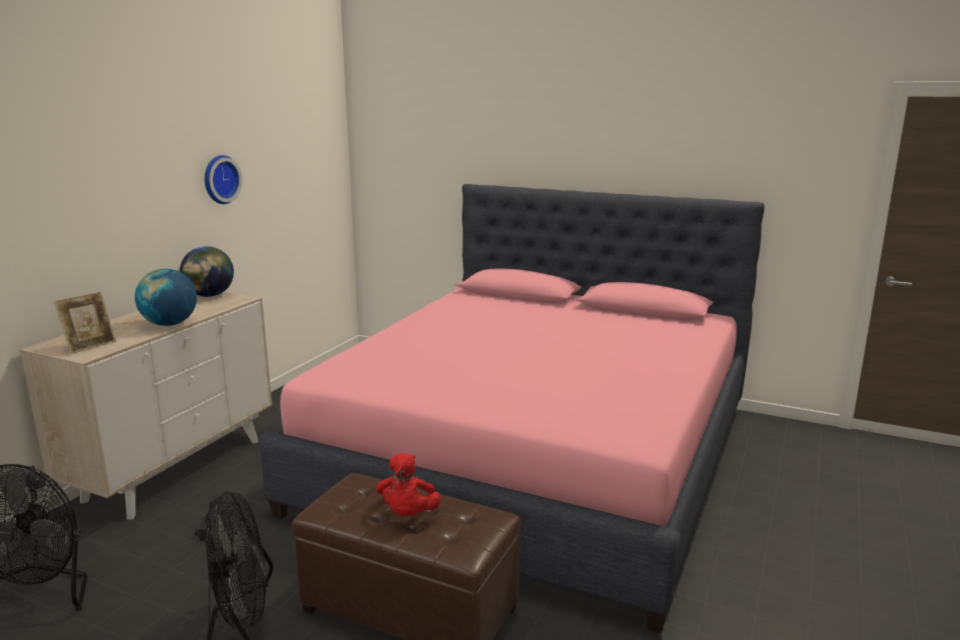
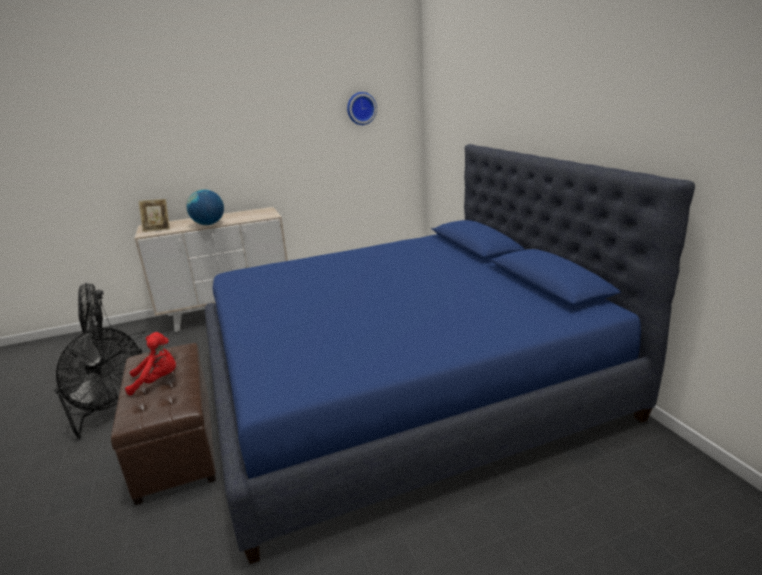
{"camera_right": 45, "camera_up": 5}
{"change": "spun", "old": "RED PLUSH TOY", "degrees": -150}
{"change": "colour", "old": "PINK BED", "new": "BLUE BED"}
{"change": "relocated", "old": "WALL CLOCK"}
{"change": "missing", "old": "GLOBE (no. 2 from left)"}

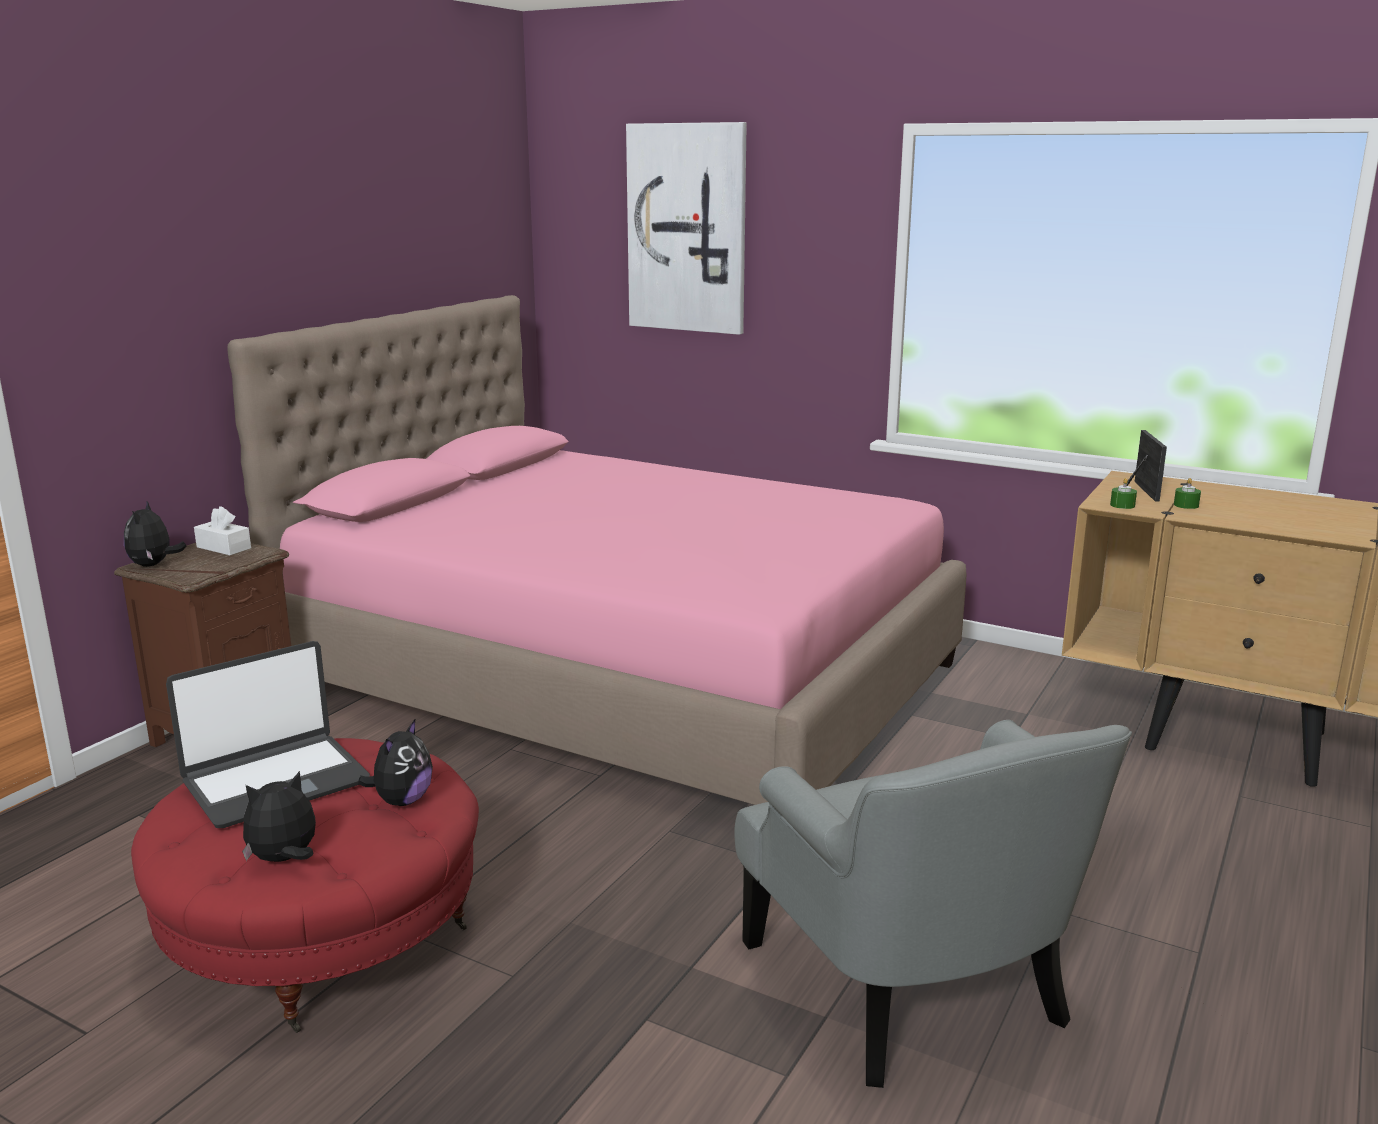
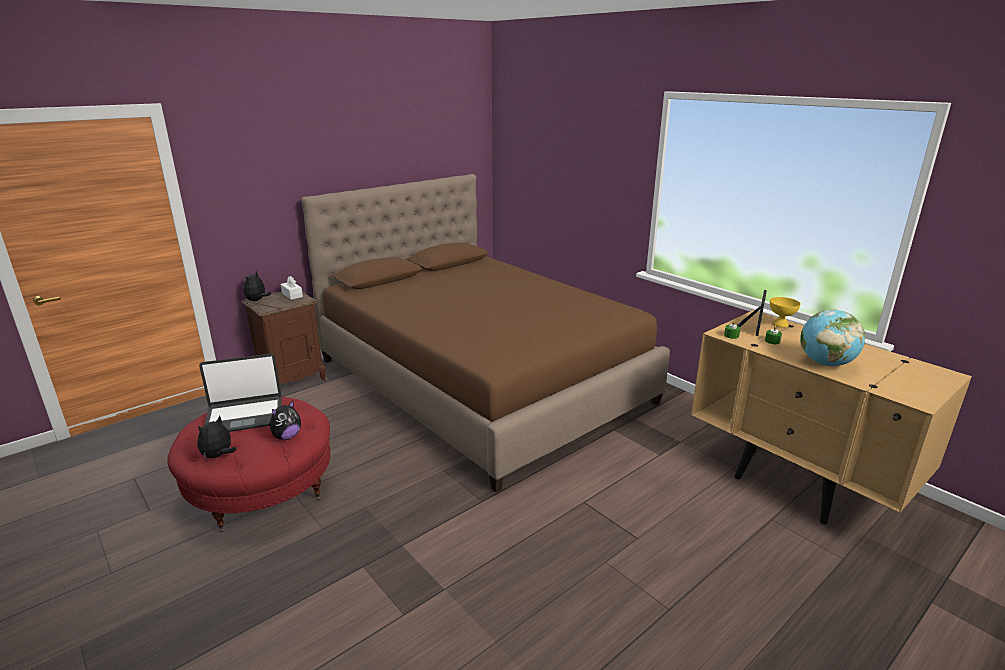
{"camera_right": 20, "camera_up": 5}
{"change": "spun", "old": "PLUSH TOY (no. 2 from left in the first image)", "degrees": -45}
{"change": "colour", "old": "PINK BED", "new": "BROWN BED"}
{"change": "appeared", "new": "YELLOW BOWL"}
{"change": "appeared", "new": "GLOBE"}
{"change": "missing", "old": "PICTURE"}
{"change": "missing", "old": "GREY ARMCHAIR"}

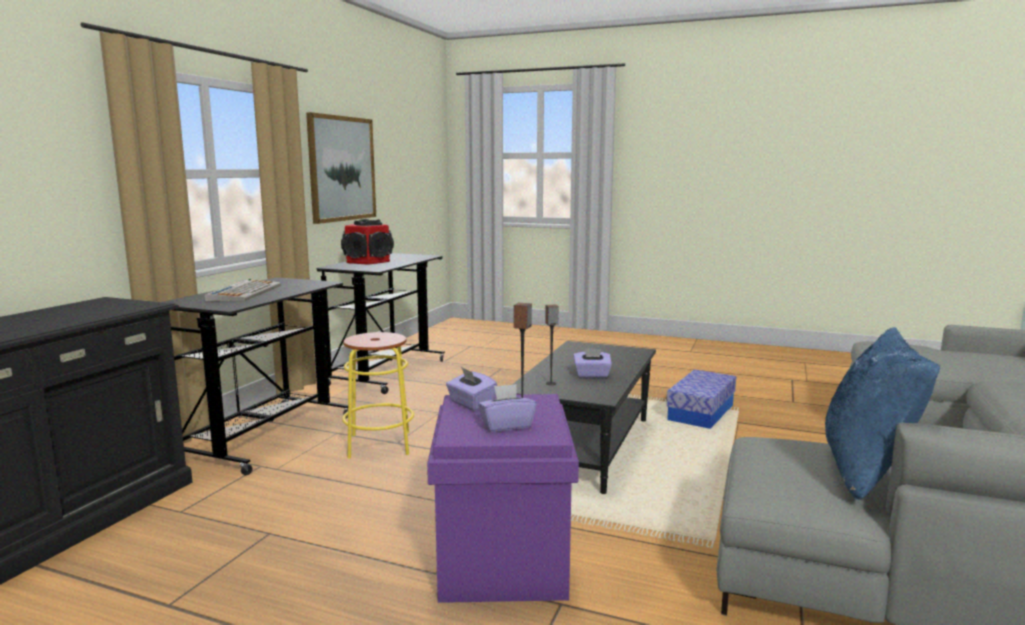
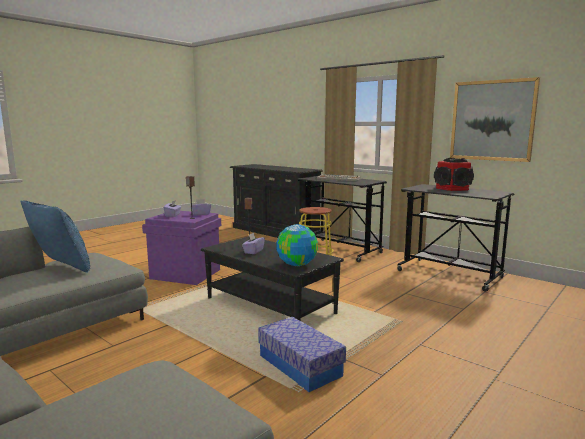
{"camera_right": 110, "camera_up": 0}
{"change": "appeared", "new": "GLOBE"}

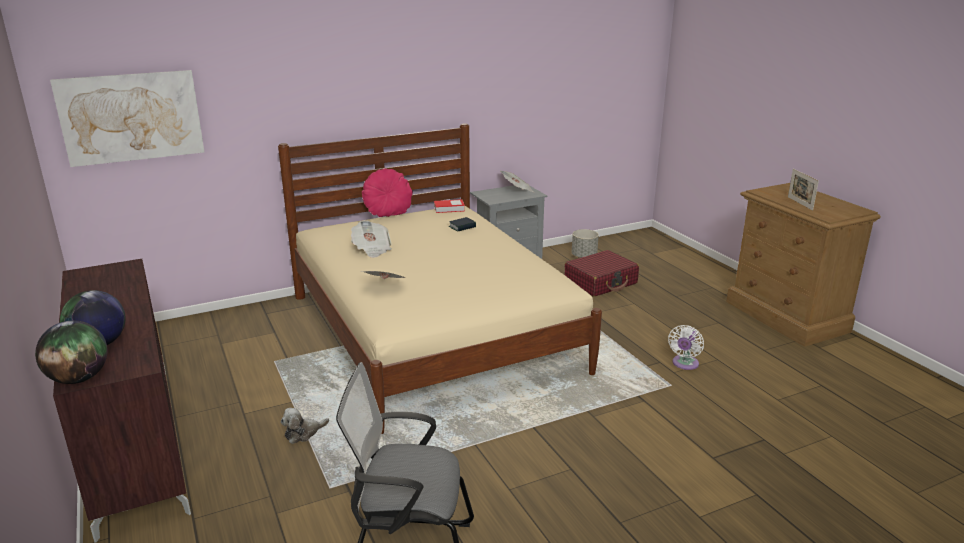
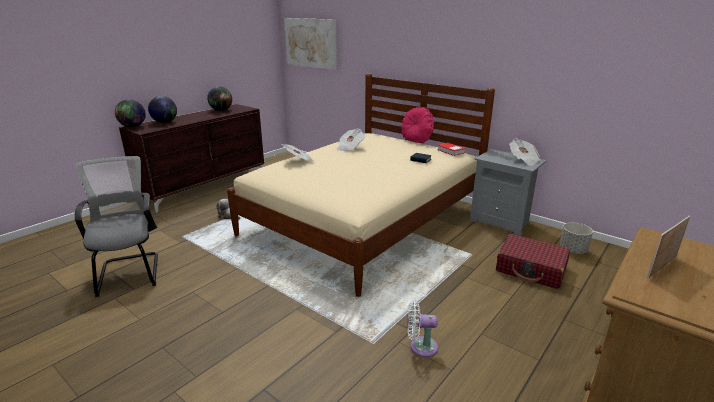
{"camera_right": 65, "camera_up": 0}
{"change": "appeared", "new": "GLOBE (no. 3 from left)"}

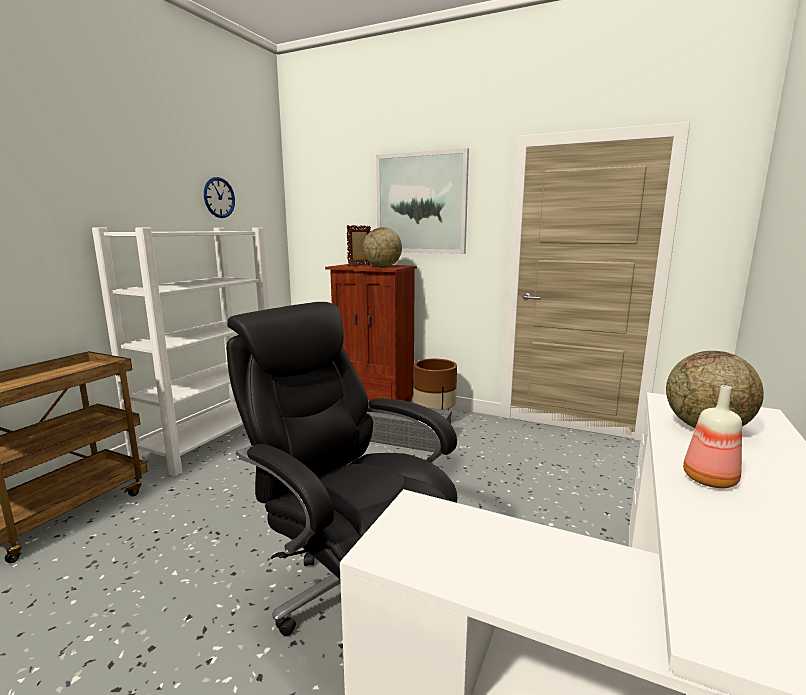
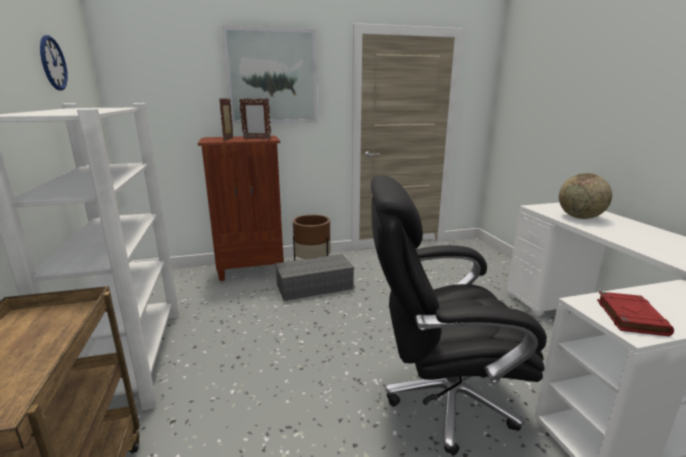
{"camera_right": -40, "camera_up": 5}
{"change": "exchanged", "old": "GLOBE (no. 1 from left)", "new": "PICTURE FRAME (no. 2 from left)"}
{"change": "appeared", "new": "RED BOOK"}
{"change": "missing", "old": "BOTTLE"}

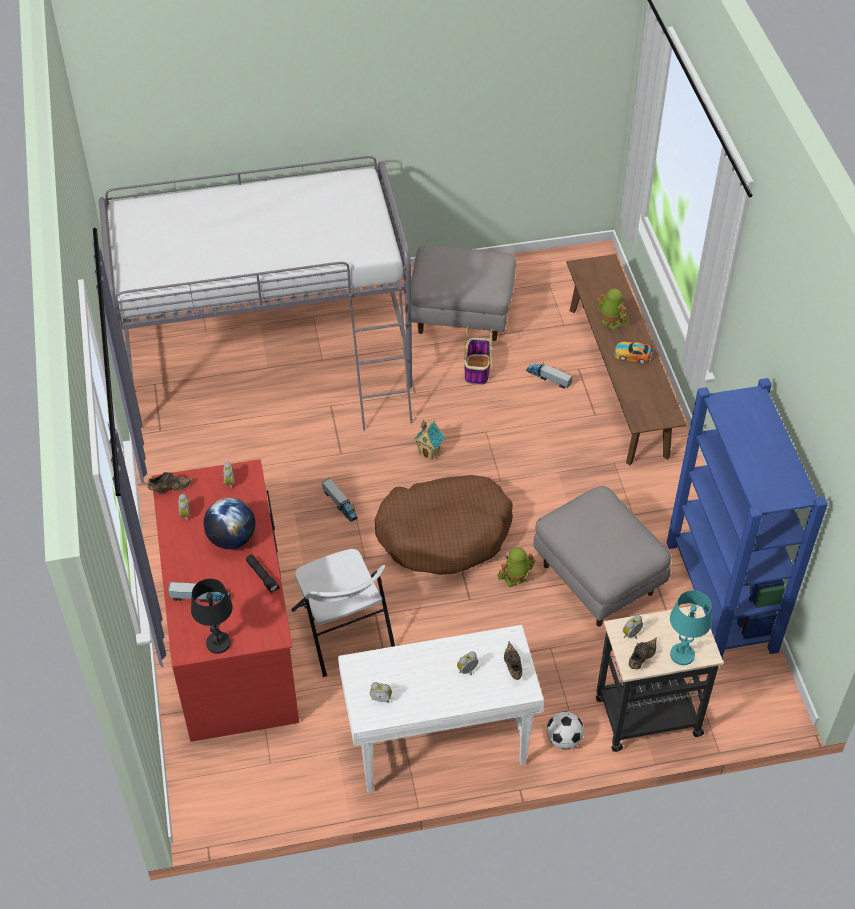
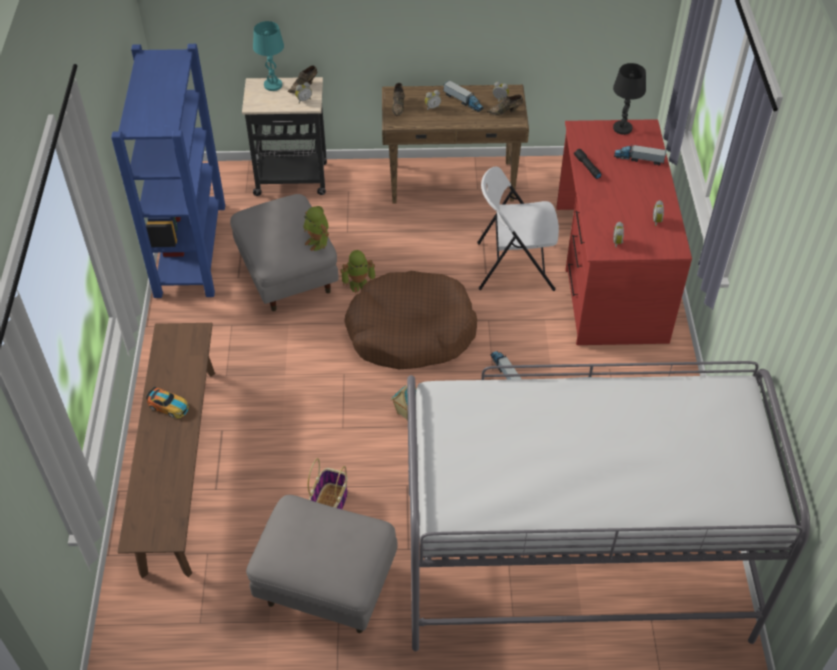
{"camera_right": -170, "camera_up": 0}
{"change": "relocated", "old": "TOY ROBOT (no. 2 from left in the first image)", "new": "TOY ROBOT (no. 1 from left)"}
{"change": "colour", "old": "WHITE CONSOLE TABLE", "new": "BROWN CONSOLE TABLE"}
{"change": "relocated", "old": "TOY TRUCK (no. 3 from left in the first image)", "new": "TOY TRUCK (no. 1 from left)"}
{"change": "spun", "old": "WHITE CHAIR", "degrees": -75}
{"change": "relocated", "old": "BROWN SHOE (no. 1 from left in the first image)", "new": "BROWN SHOE (no. 3 from left)"}
{"change": "missing", "old": "GLOBE"}
{"change": "missing", "old": "FOOTBALL"}

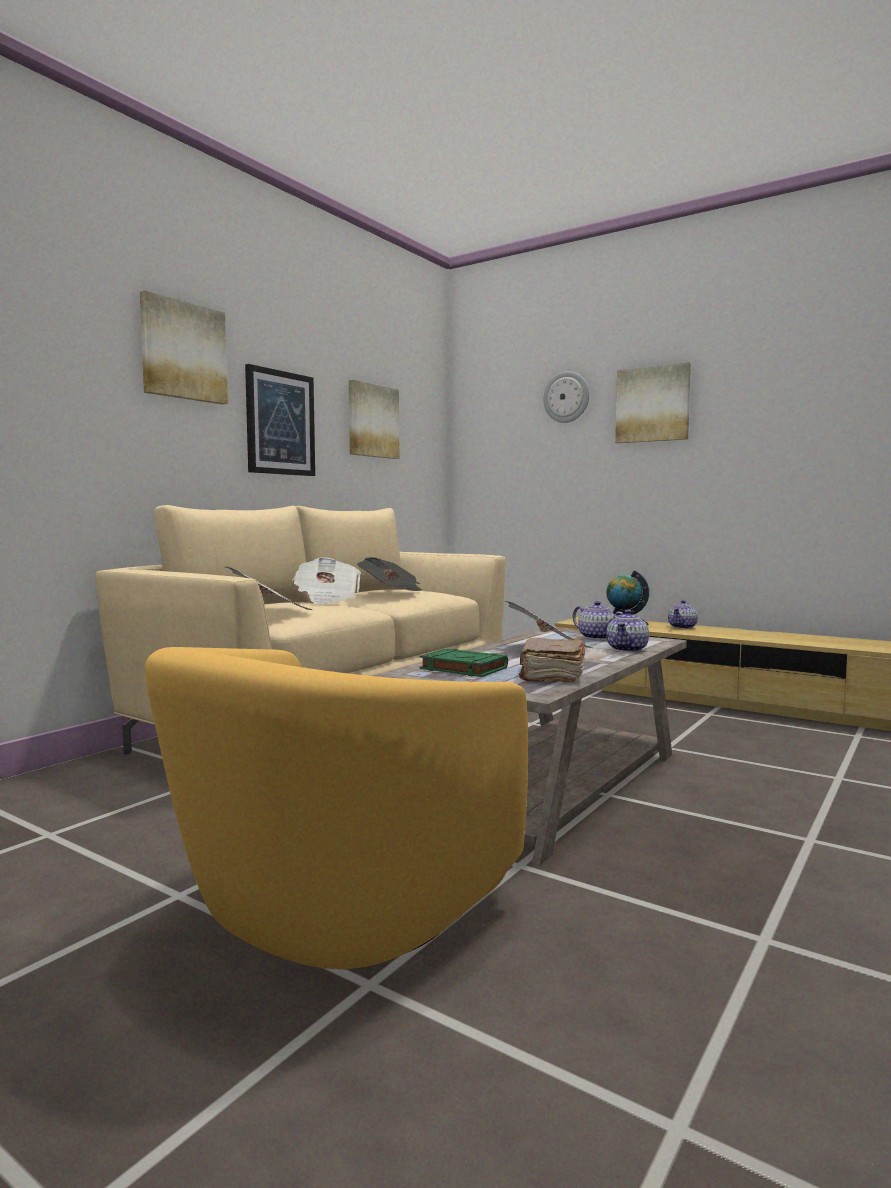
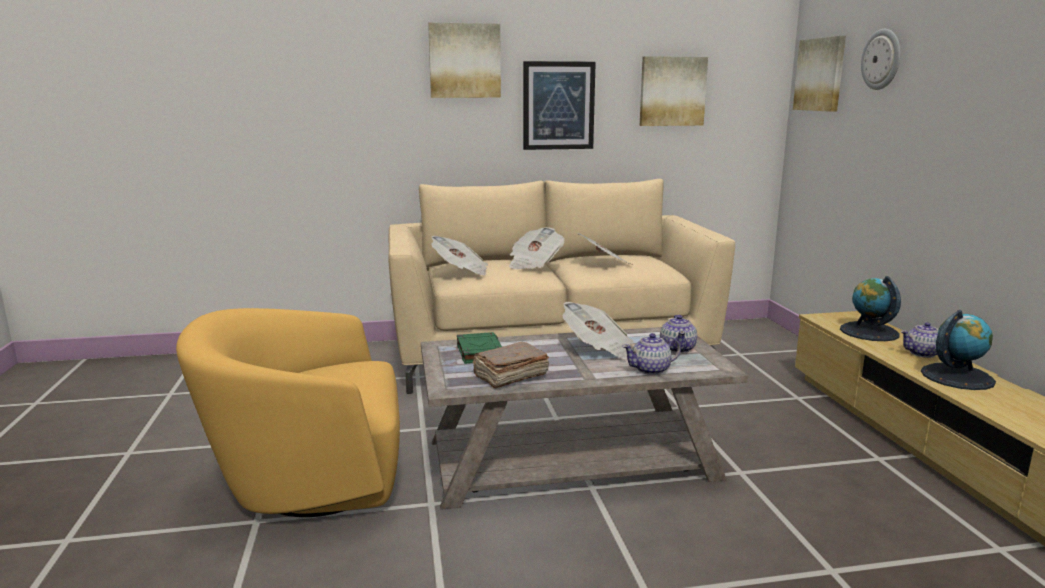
{"camera_right": 45, "camera_up": 10}
{"change": "relocated", "old": "PICTURE (no. 4 from left)"}
{"change": "appeared", "new": "GLOBE (no. 2 from left)"}

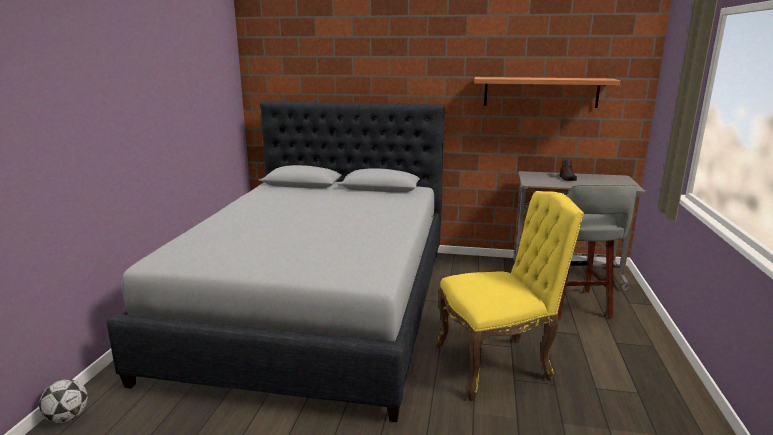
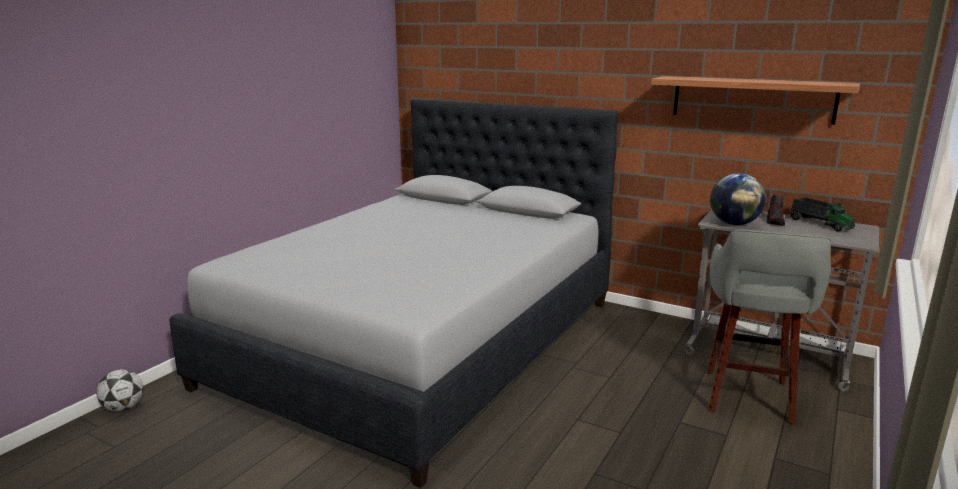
{"camera_right": 20, "camera_up": 0}
{"change": "appeared", "new": "GLOBE"}
{"change": "appeared", "new": "TOY TRUCK"}
{"change": "missing", "old": "YELLOW CHAIR"}

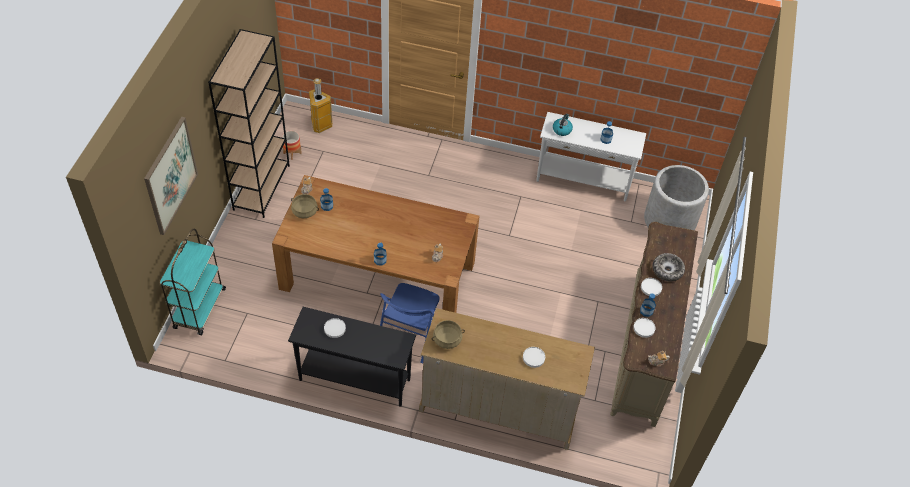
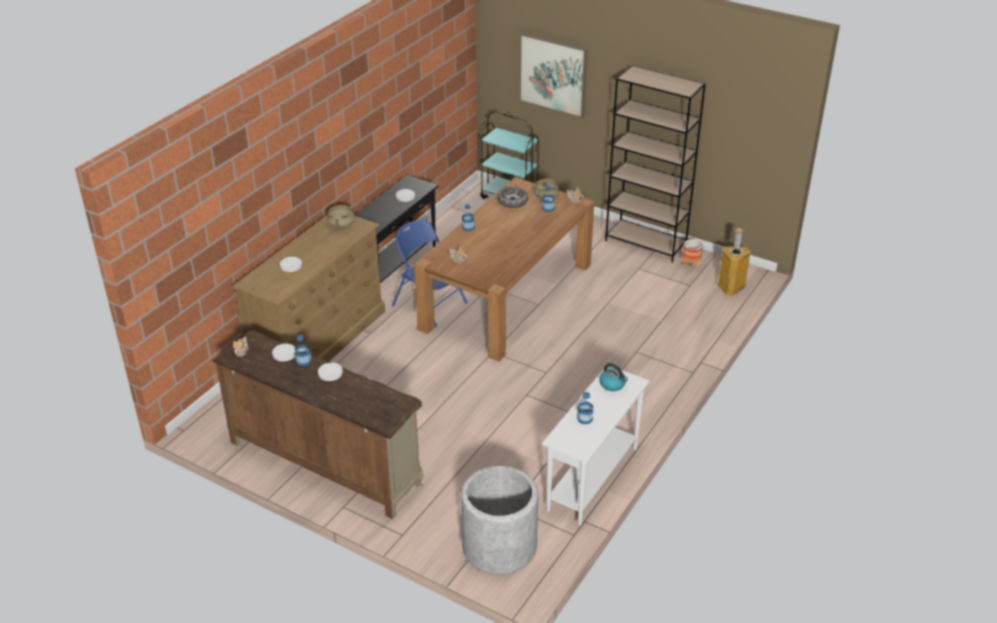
{"camera_right": 110, "camera_up": -15}
{"change": "relocated", "old": "BOWL"}

